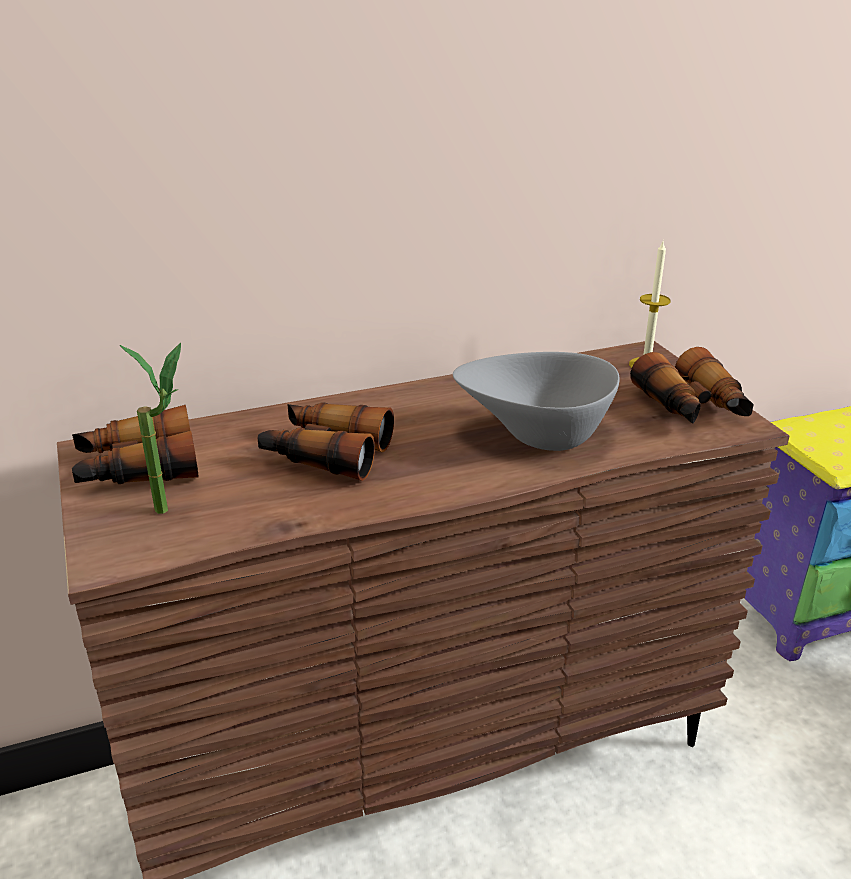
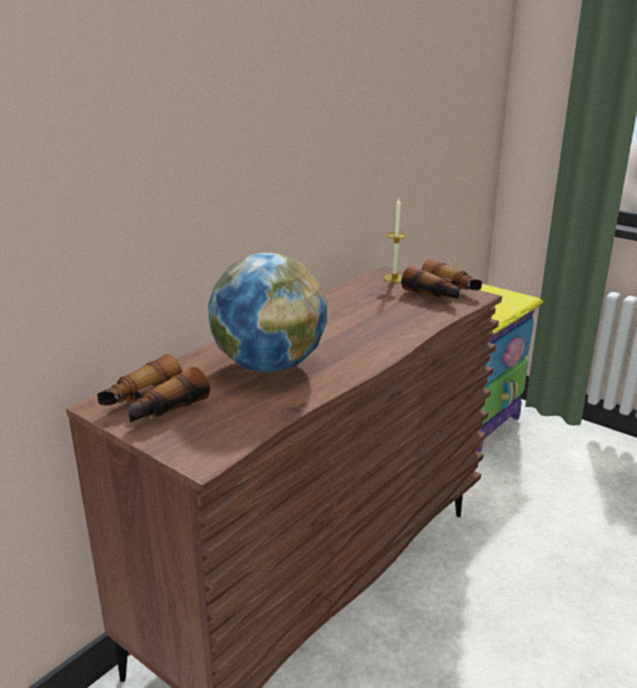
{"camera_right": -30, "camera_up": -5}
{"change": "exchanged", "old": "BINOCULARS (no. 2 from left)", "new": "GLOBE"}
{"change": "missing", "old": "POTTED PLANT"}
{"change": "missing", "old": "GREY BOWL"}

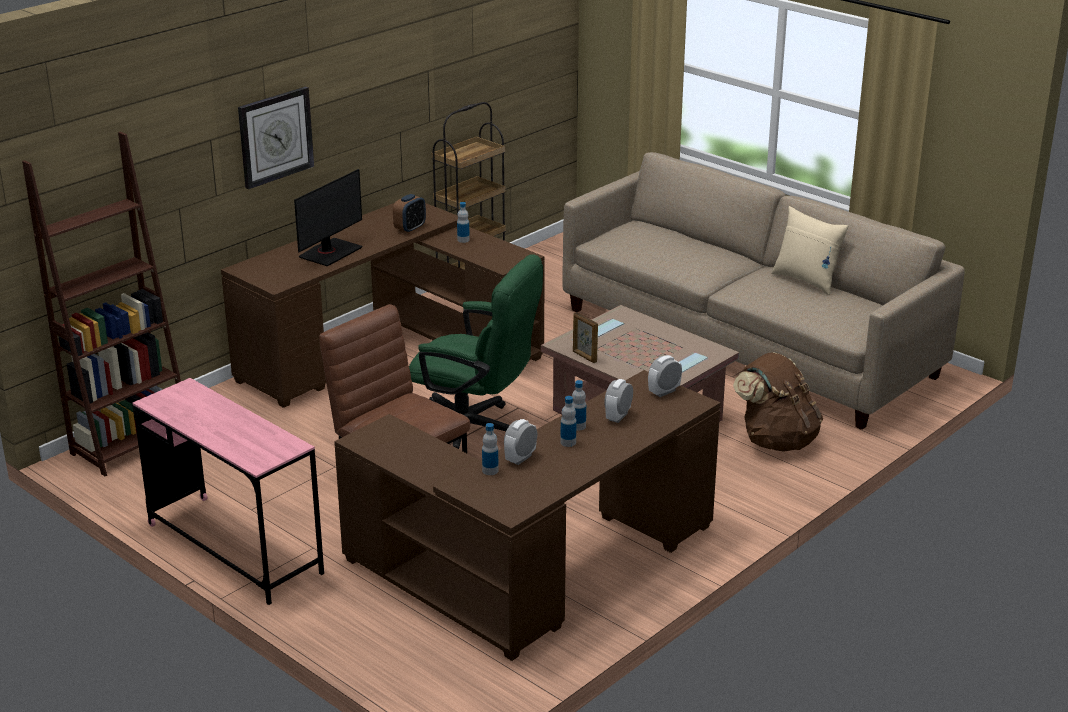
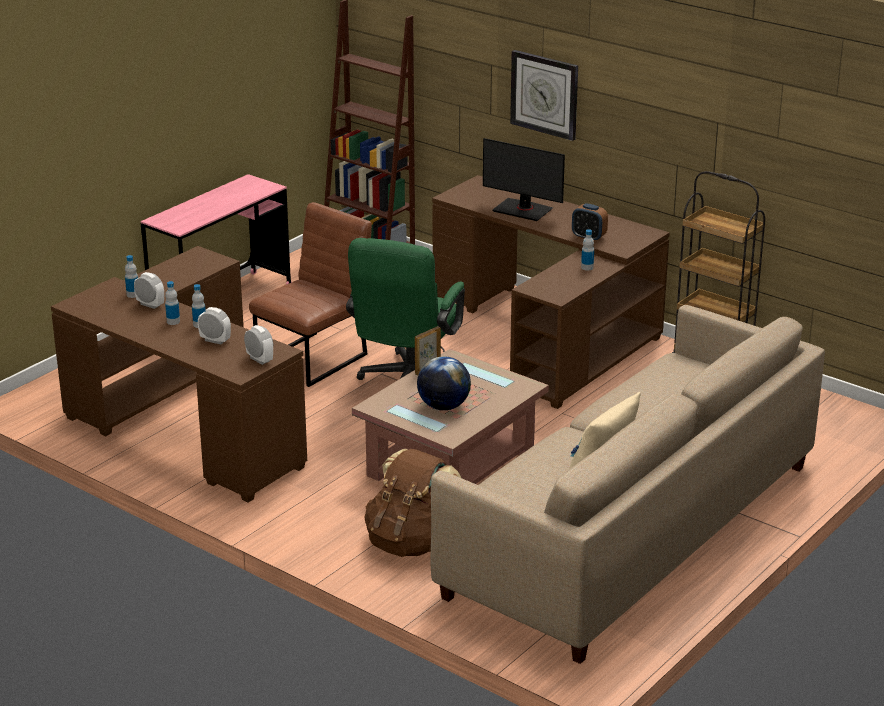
{"camera_right": 85, "camera_up": 0}
{"change": "appeared", "new": "GLOBE"}

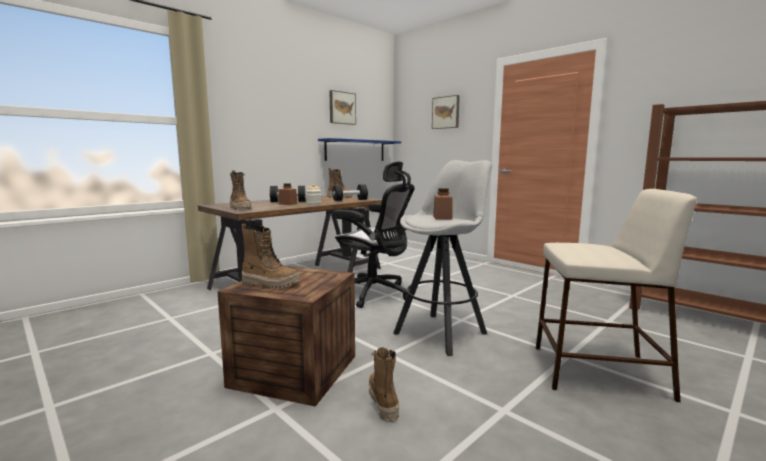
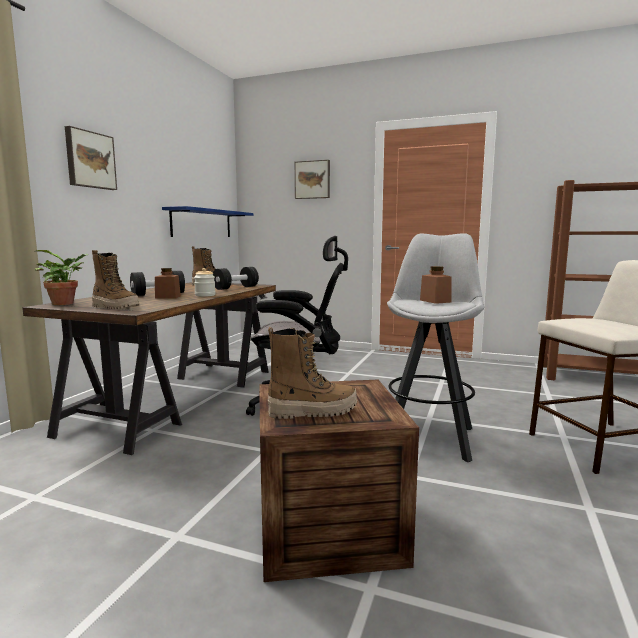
{"camera_right": -25, "camera_up": 0}
{"change": "appeared", "new": "POTTED PLANT"}
{"change": "relocated", "old": "PICTURE (no. 1 from left)"}
{"change": "missing", "old": "BOOT (no. 4 from left)"}

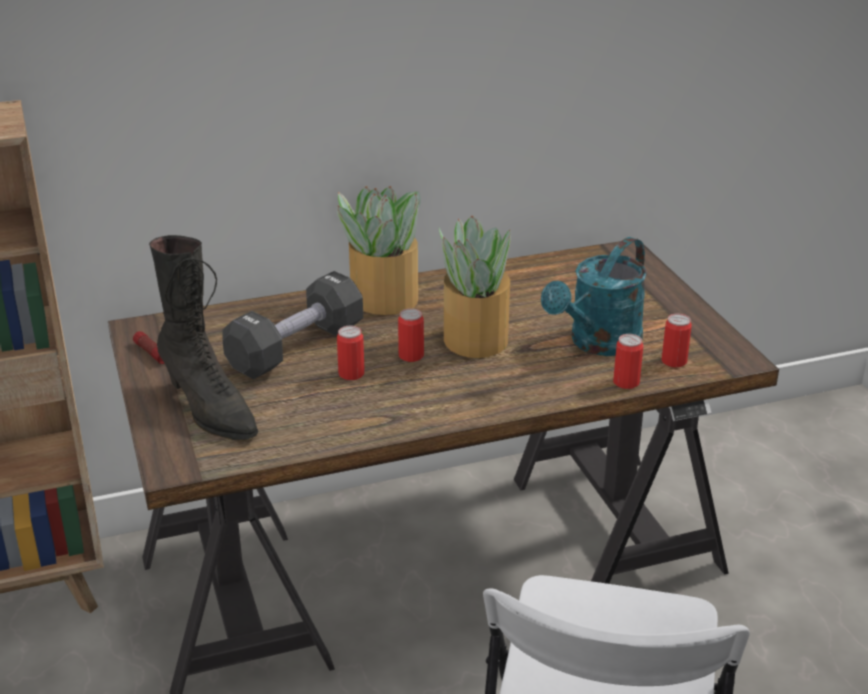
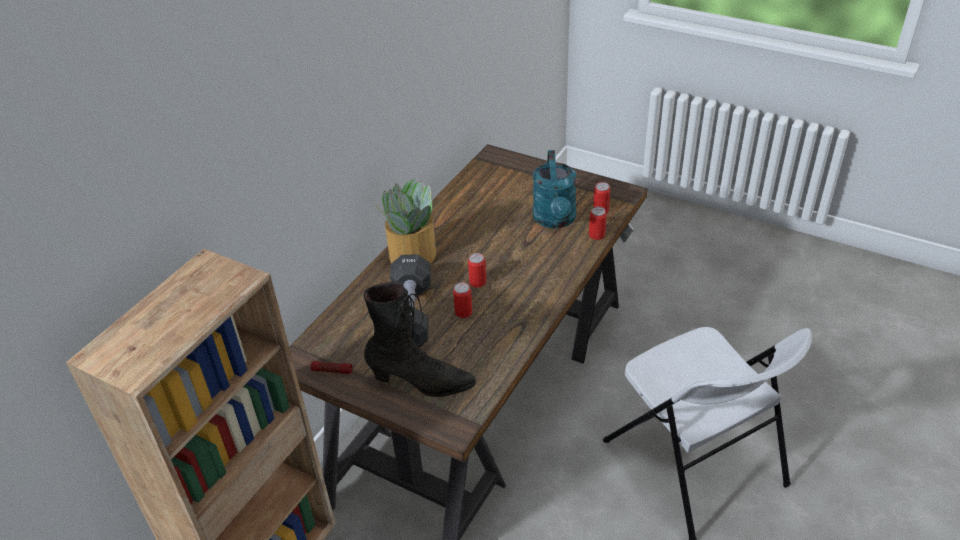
{"camera_right": -40, "camera_up": 10}
{"change": "missing", "old": "POTTED PLANT (no. 2 from left)"}

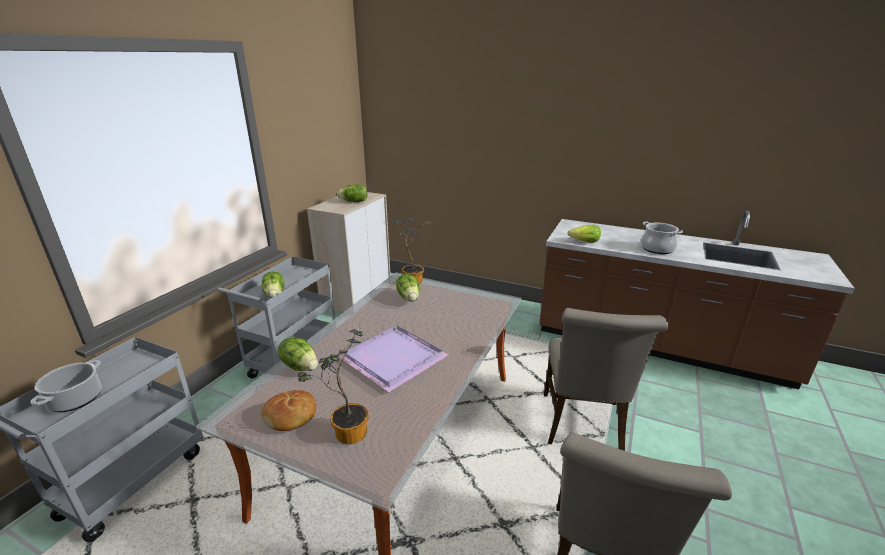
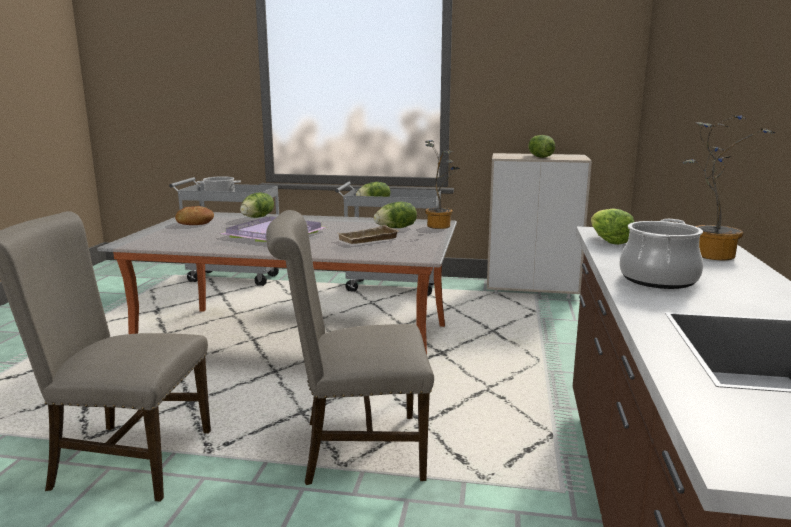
{"camera_right": 75, "camera_up": -10}
{"change": "appeared", "new": "BEIGE TRAY"}
{"change": "relocated", "old": "POTTED PLANT (no. 1 from left in the first image)", "new": "POTTED PLANT (no. 2 from left)"}

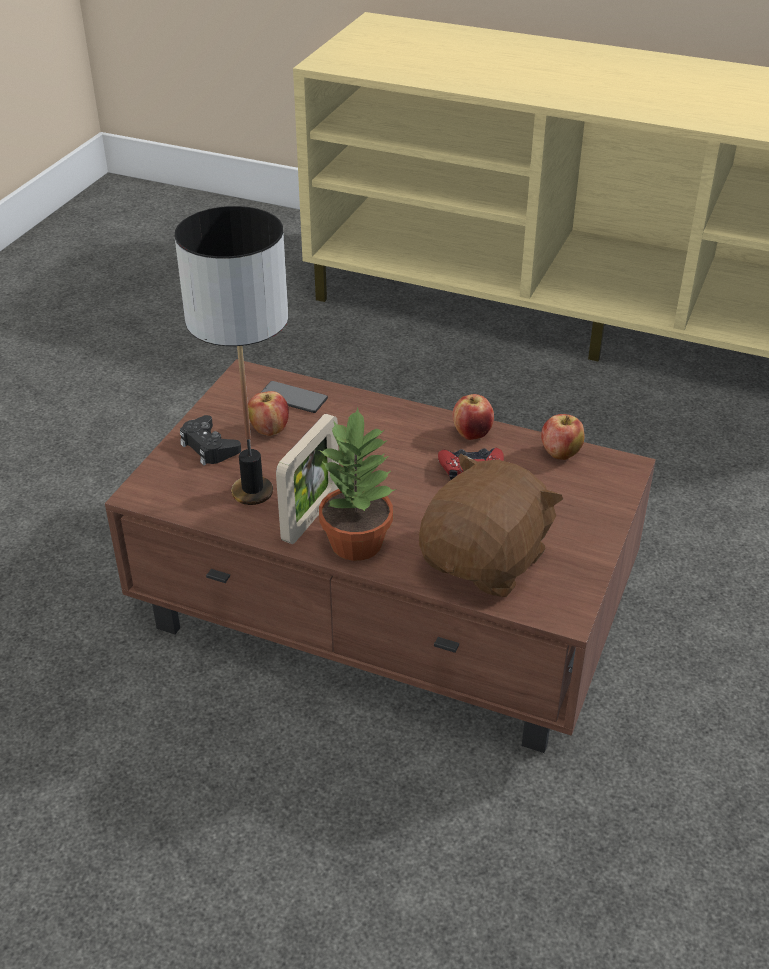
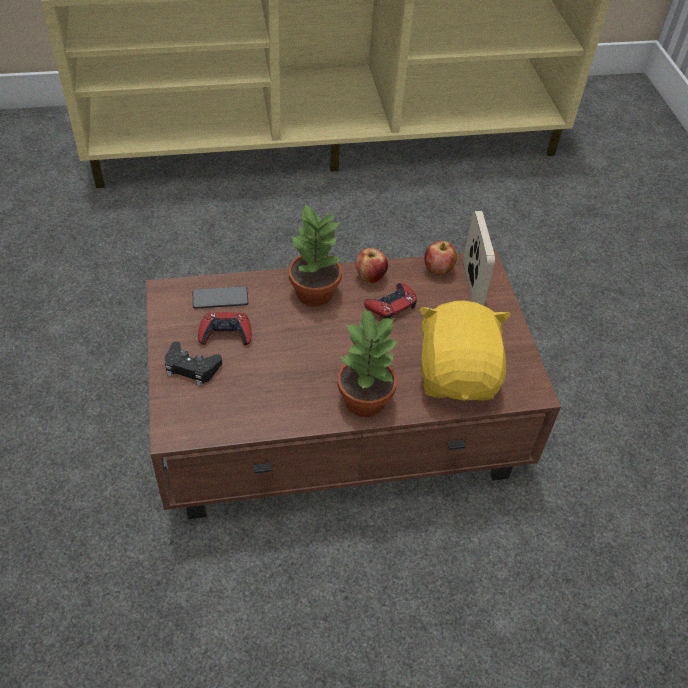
{"camera_right": -35, "camera_up": 10}
{"change": "exchanged", "old": "APPLE (no. 1 from left)", "new": "RED GAME CONTROLLER (no. 1 from left)"}
{"change": "appeared", "new": "POTTED PLANT (no. 1 from left)"}
{"change": "colour", "old": "BROWN PLUSH TOY", "new": "YELLOW PLUSH TOY"}
{"change": "relocated", "old": "PICTURE FRAME"}
{"change": "missing", "old": "TABLE LAMP"}

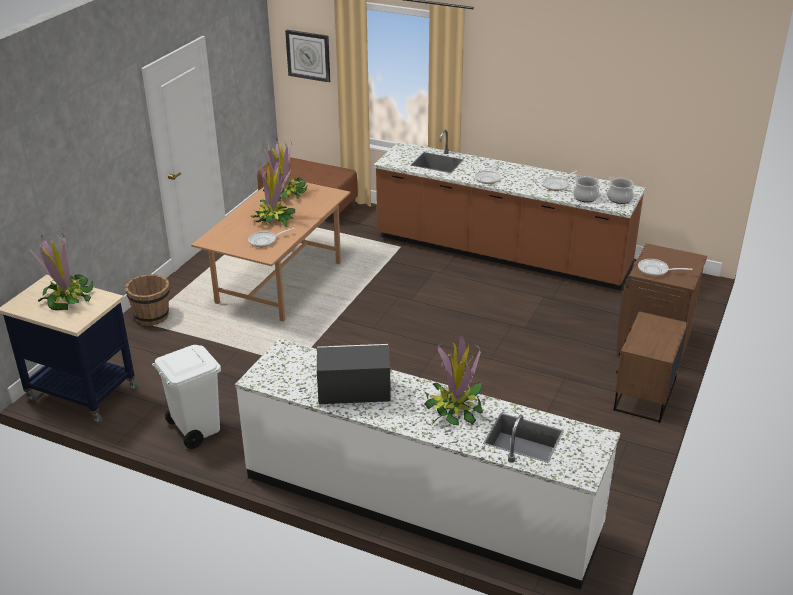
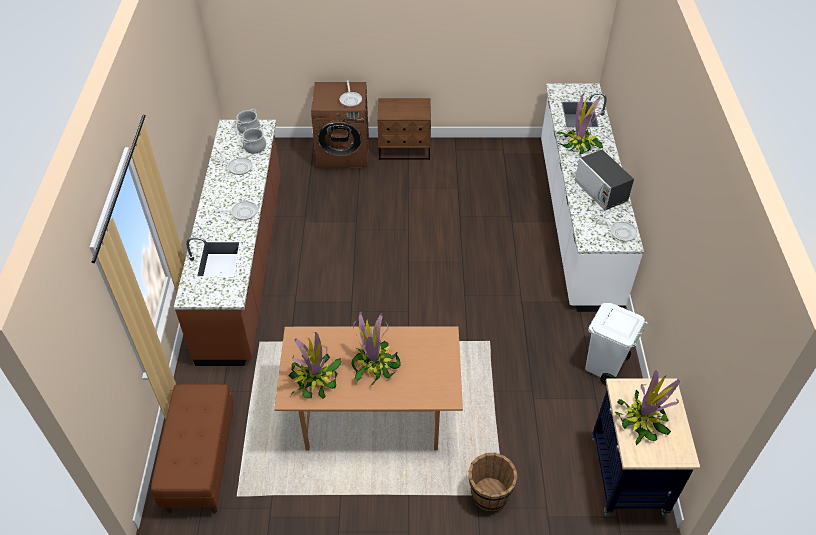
{"camera_right": -115, "camera_up": 15}
{"change": "relocated", "old": "FRYING PAN (no. 1 from left in the first image)", "new": "FRYING PAN (no. 4 from left)"}
{"change": "missing", "old": "WALL CLOCK"}

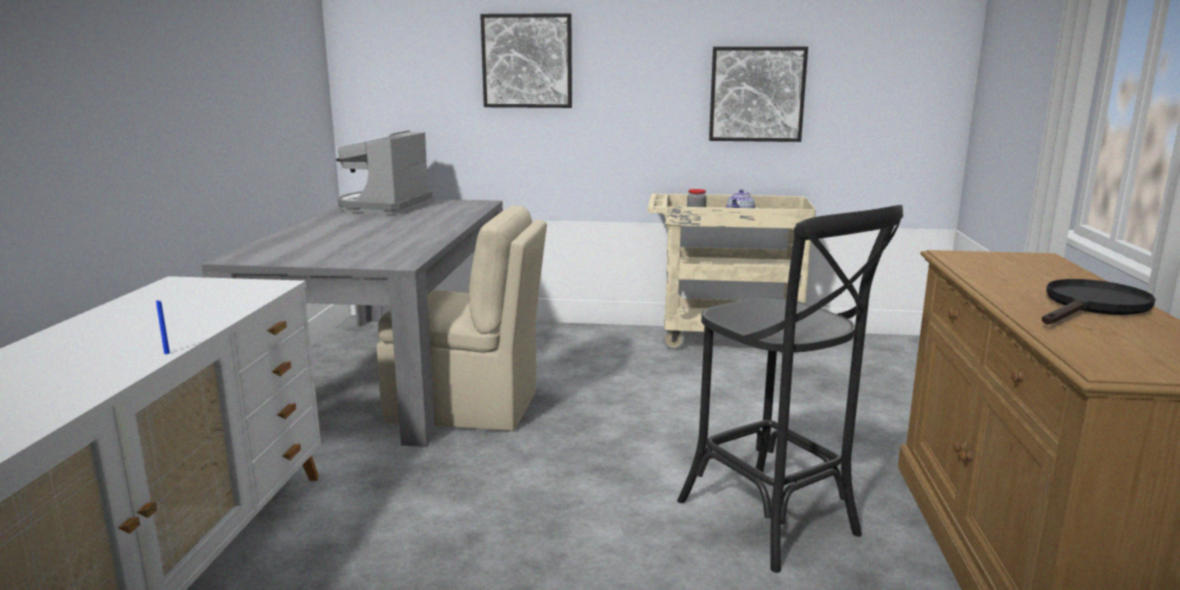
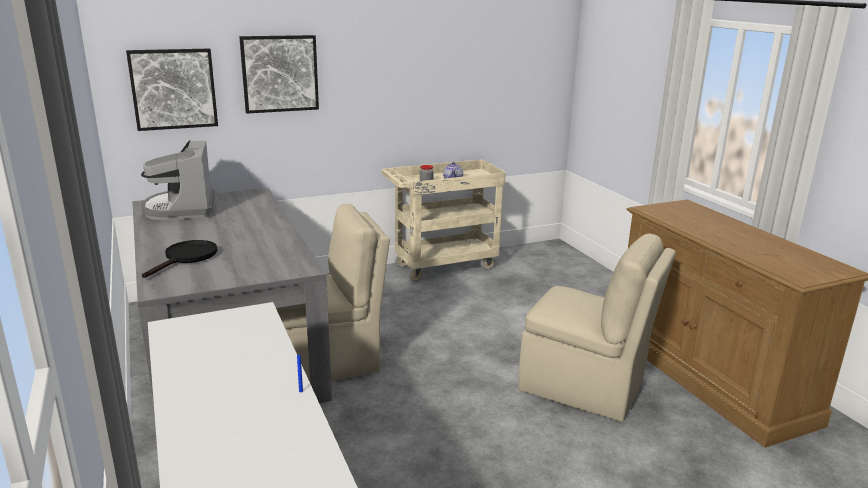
{"camera_right": -30, "camera_up": 5}
{"change": "relocated", "old": "PICTURE (no. 2 from left in the first image)", "new": "PICTURE (no. 1 from left)"}
{"change": "relocated", "old": "BLACK FRYING PAN"}
{"change": "exchanged", "old": "BLACK STOOL", "new": "BEIGE CHAIR (no. 2 from left)"}

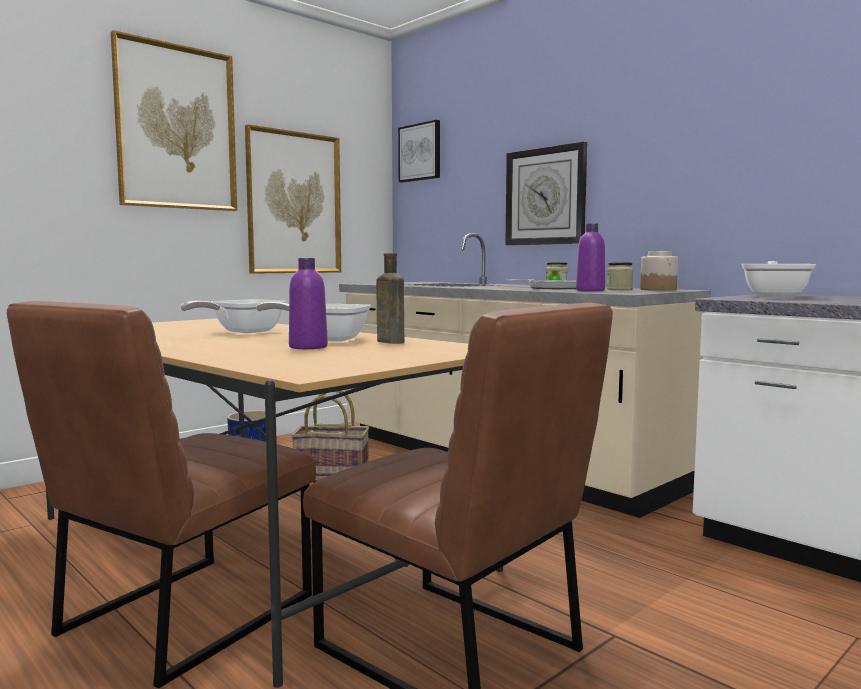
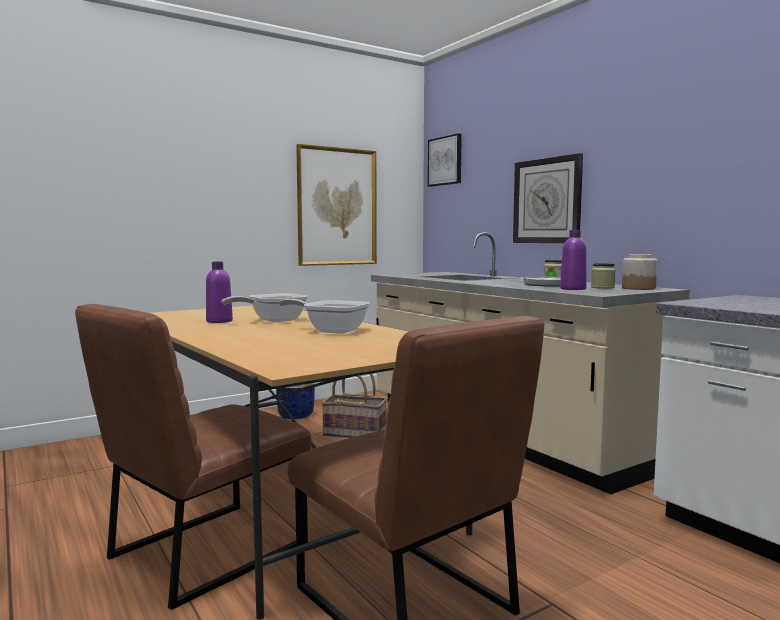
{"camera_right": 10, "camera_up": 0}
{"change": "relocated", "old": "PURPLE BOTTLE (no. 1 from left)"}
{"change": "missing", "old": "PICTURE (no. 1 from left)"}
{"change": "missing", "old": "BROWN BOTTLE"}
{"change": "missing", "old": "FRYING PAN (no. 4 from left)"}

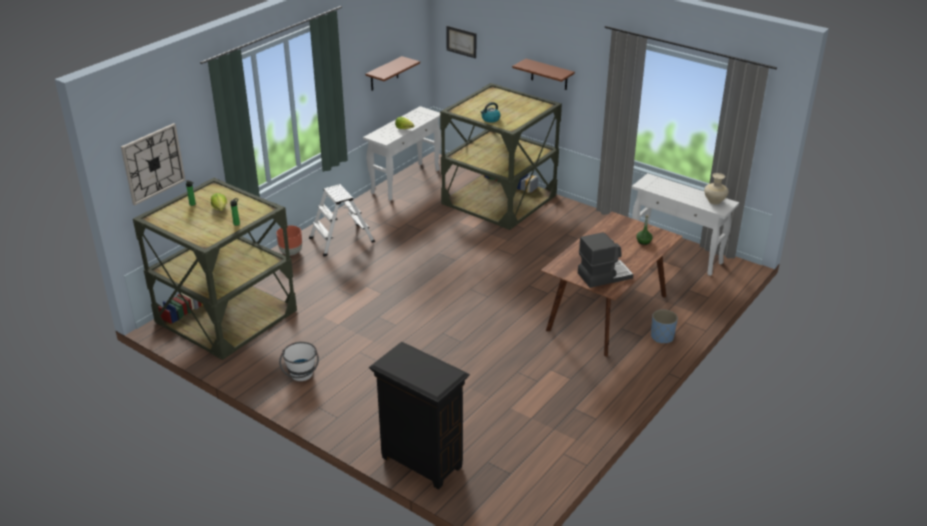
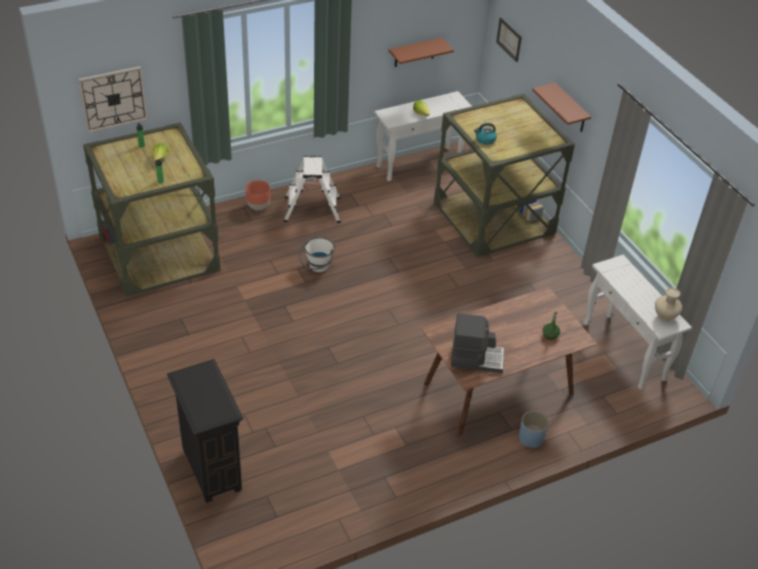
{"camera_right": 25, "camera_up": 10}
{"change": "relocated", "old": "WHITE BUCKET"}

